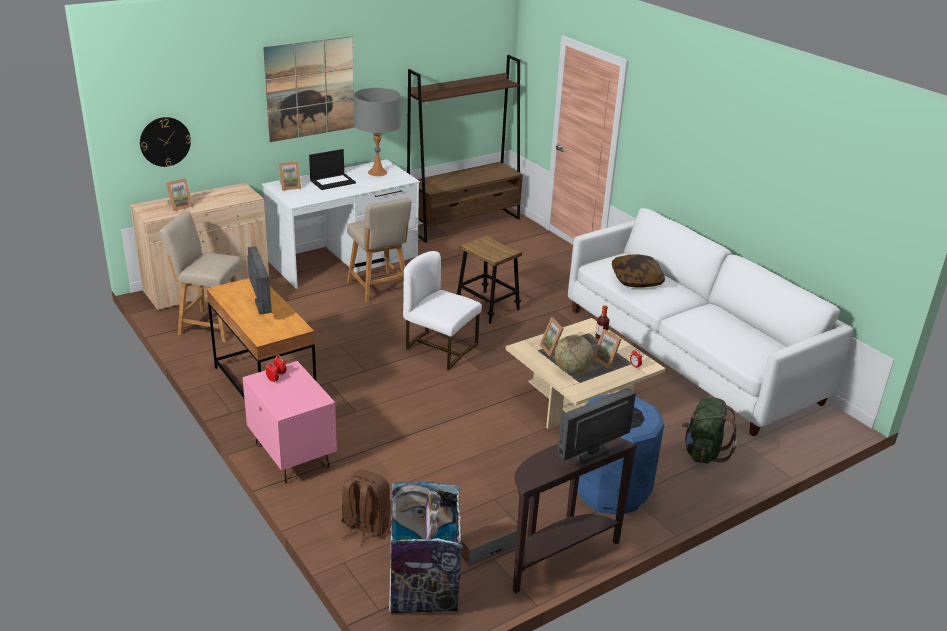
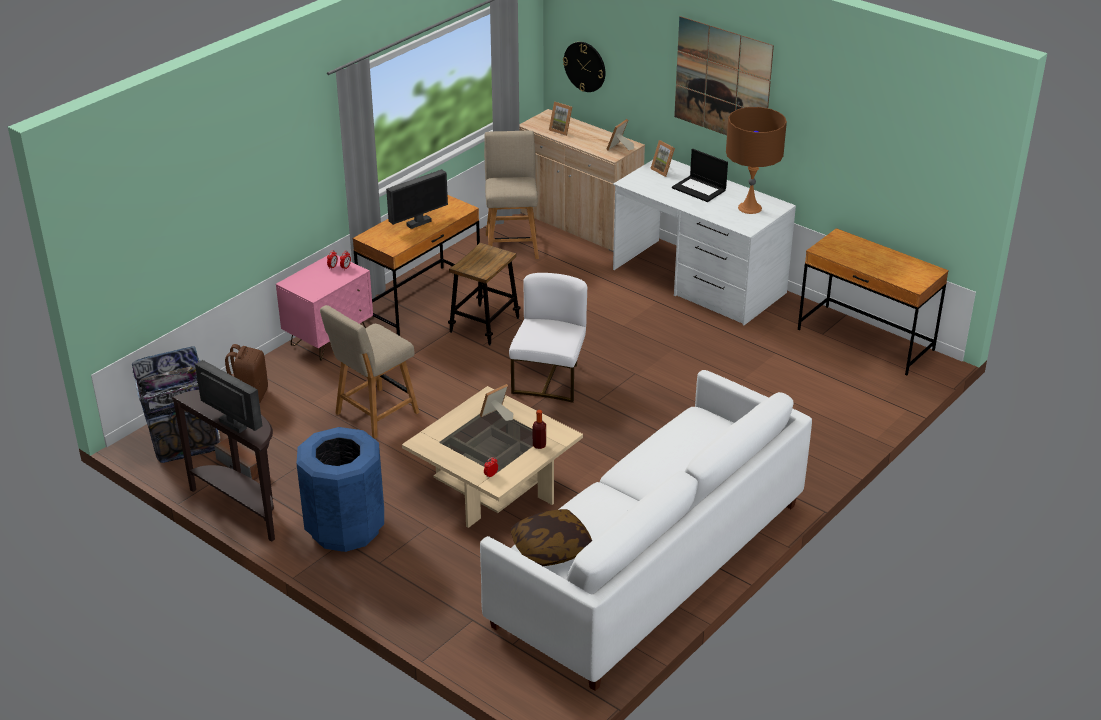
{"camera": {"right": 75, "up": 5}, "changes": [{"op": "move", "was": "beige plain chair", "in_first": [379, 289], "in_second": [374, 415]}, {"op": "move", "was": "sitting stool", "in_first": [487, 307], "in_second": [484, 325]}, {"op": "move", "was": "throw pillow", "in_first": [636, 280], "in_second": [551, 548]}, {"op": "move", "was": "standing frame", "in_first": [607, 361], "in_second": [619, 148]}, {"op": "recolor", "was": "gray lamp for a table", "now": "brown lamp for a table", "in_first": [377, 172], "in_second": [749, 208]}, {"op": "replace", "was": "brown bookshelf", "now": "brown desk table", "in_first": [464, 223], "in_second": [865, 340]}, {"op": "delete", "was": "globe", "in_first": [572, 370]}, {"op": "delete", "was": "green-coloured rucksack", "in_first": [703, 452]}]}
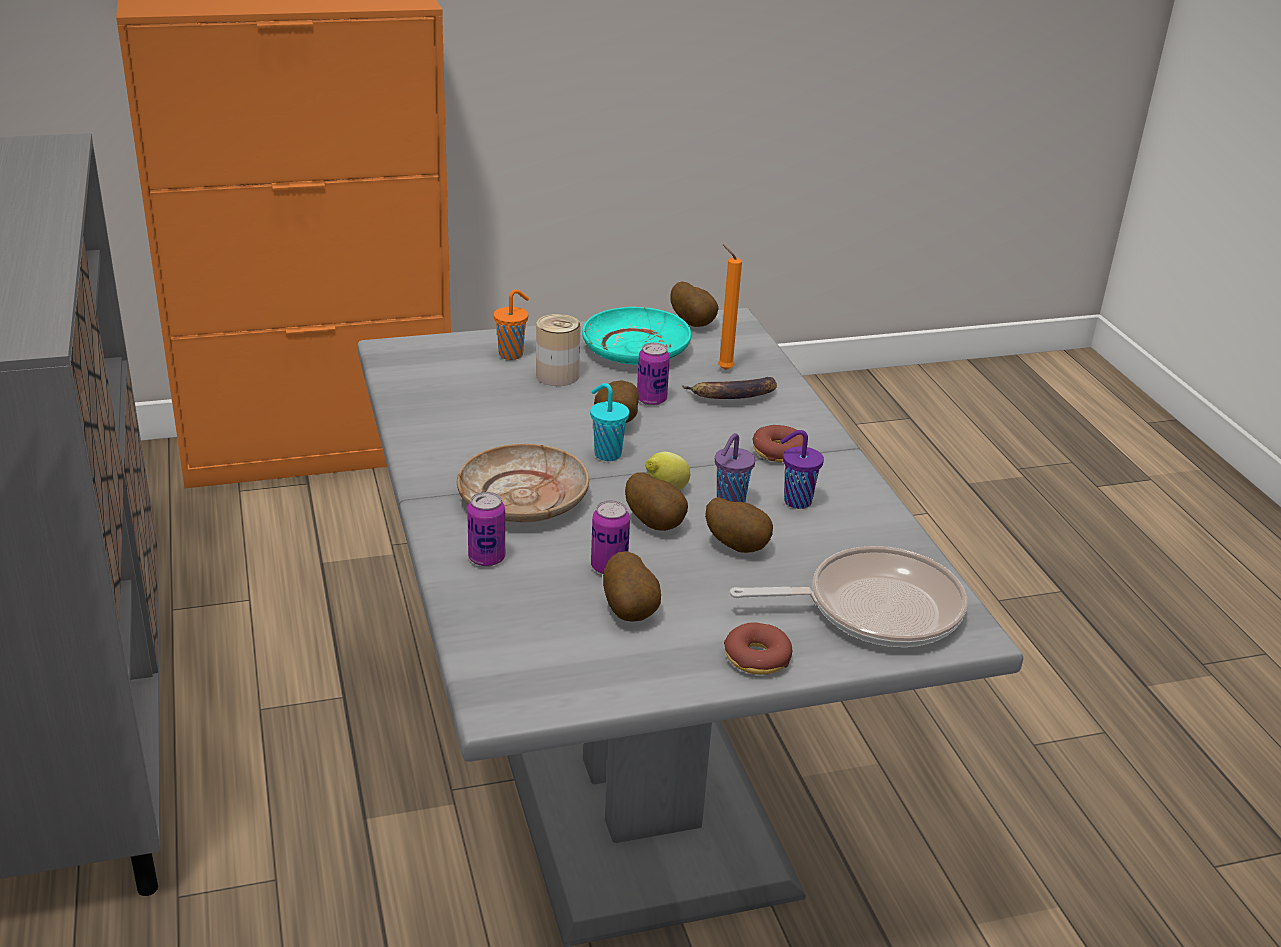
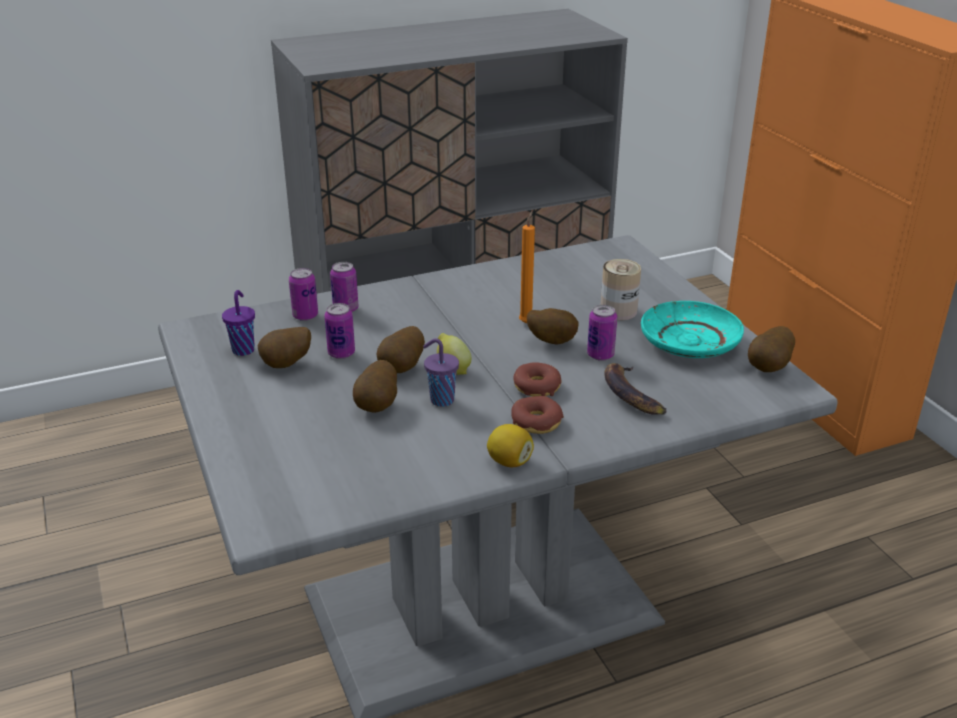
{"camera": {"right": 85, "up": 0}, "changes": [{"op": "move", "was": "purplish cup", "in_first": [795, 501], "in_second": [243, 349]}, {"op": "insert", "now": "sealed can", "in_second": [305, 316]}, {"op": "insert", "now": "whole lemon", "in_second": [509, 461]}, {"op": "move", "was": "doughnut", "in_first": [757, 658], "in_second": [536, 387]}, {"op": "move", "was": "orange wax candle", "in_first": [722, 369], "in_second": [526, 322]}, {"op": "delete", "was": "beige plate", "in_first": [524, 499]}, {"op": "delete", "was": "orange cup", "in_first": [512, 354]}, {"op": "delete", "was": "turquoise-coloured cup", "in_first": [606, 454]}, {"op": "delete", "was": "frying pan", "in_first": [874, 608]}]}
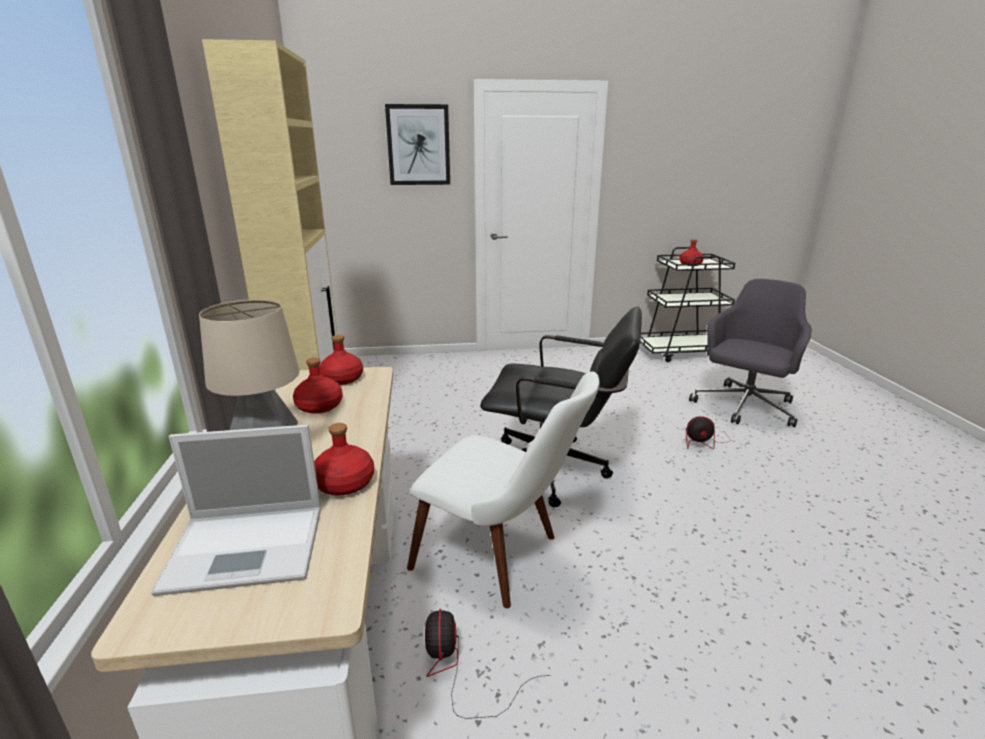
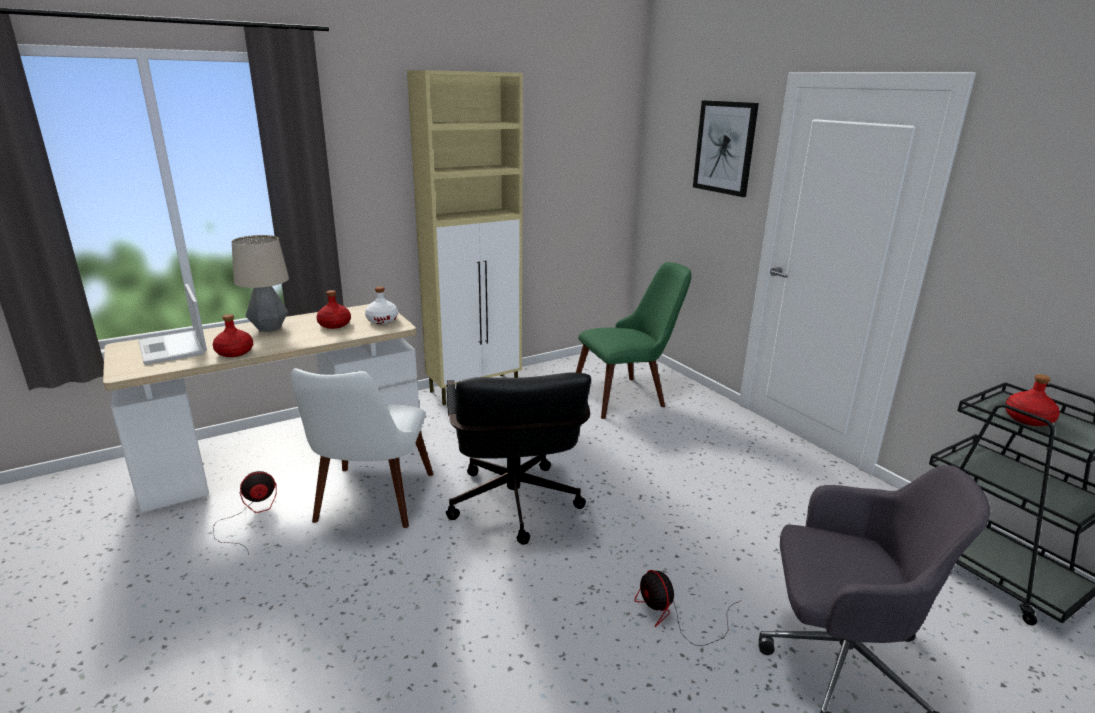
{"camera": {"right": 65, "up": 0}, "changes": [{"op": "recolor", "was": "reddish beverage bottle", "now": "whitish beverage bottle", "in_first": [342, 379], "in_second": [382, 320]}, {"op": "insert", "now": "green-coloured plain chair", "in_second": [628, 395]}]}
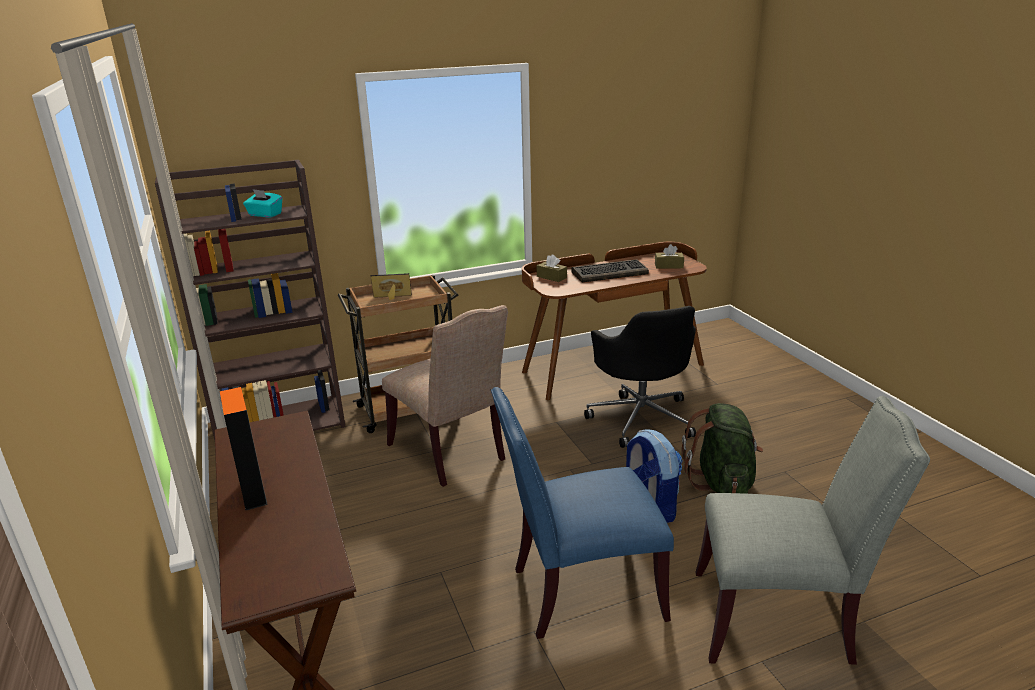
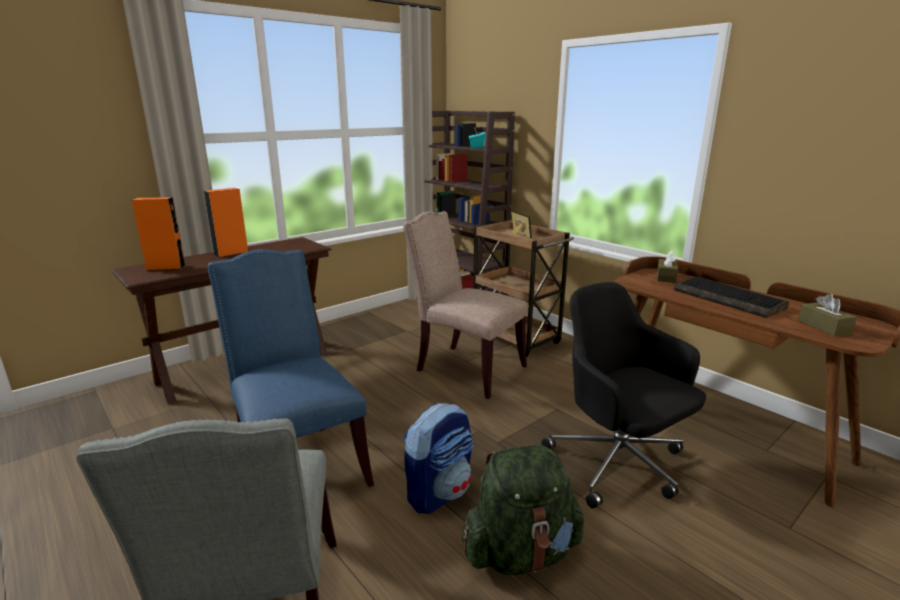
{"camera": {"right": 70, "up": -5}, "changes": [{"op": "insert", "now": "orange loudspeaker", "in_second": [166, 268]}, {"op": "rotate", "was": "beige plain chair", "in_first": [451, 453], "in_second": [466, 368], "clockwise": 90}, {"op": "rotate", "was": "blackish computer chair", "in_first": [641, 418], "in_second": [618, 464], "clockwise": 90}]}
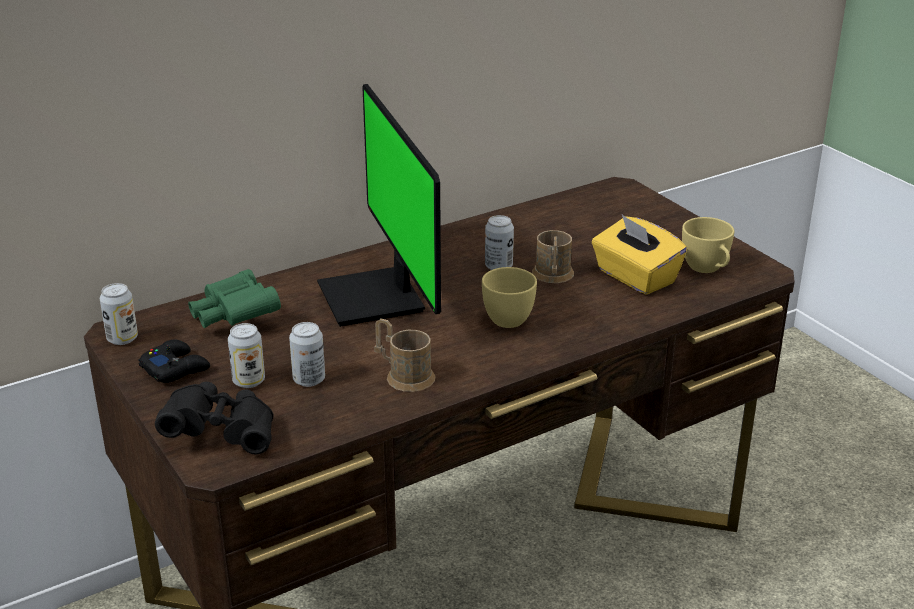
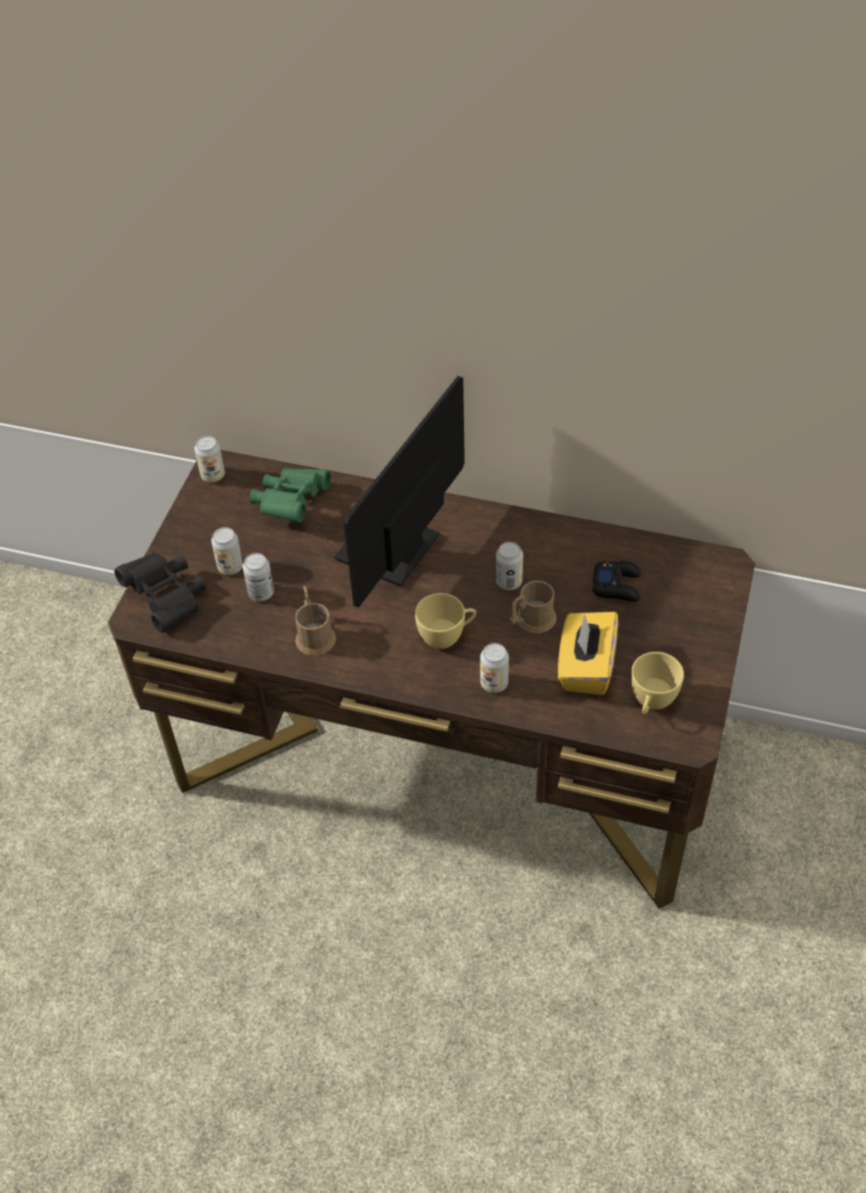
{"camera": {"right": 50, "up": 20}, "changes": [{"op": "insert", "now": "sealed can", "in_second": [494, 683]}, {"op": "move", "was": "blackish gamepad", "in_first": [175, 368], "in_second": [617, 585]}]}
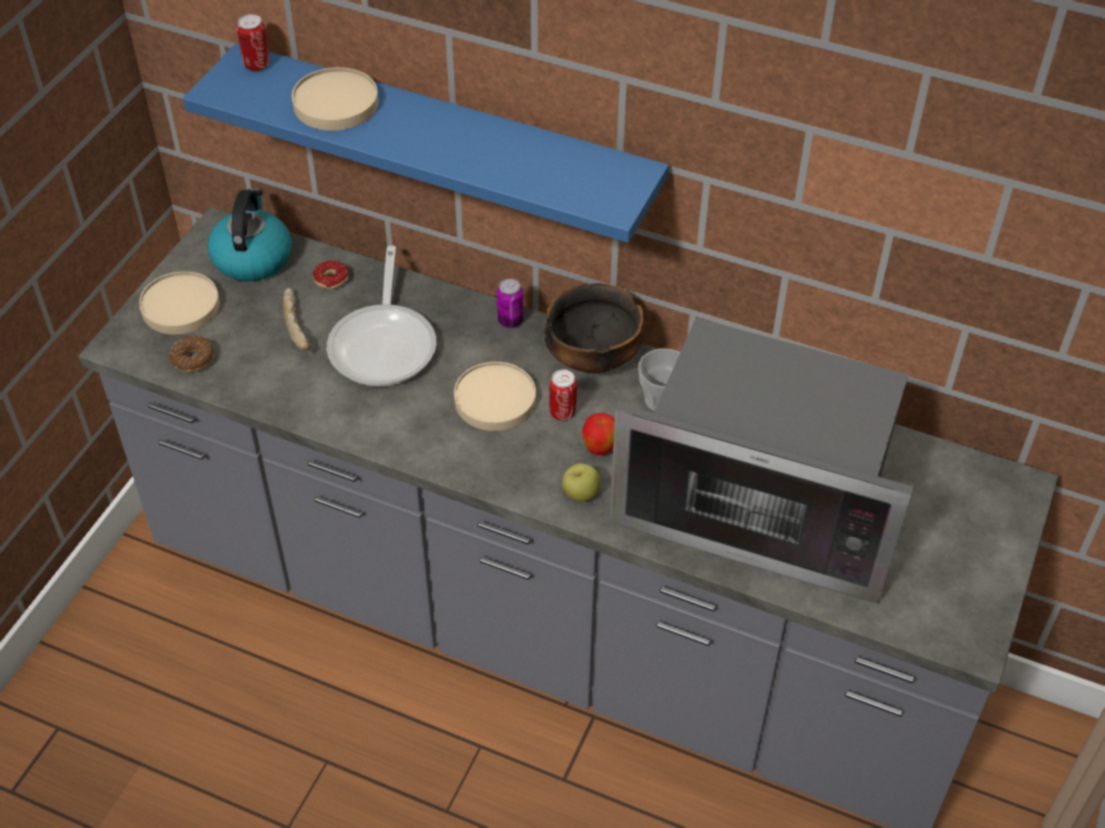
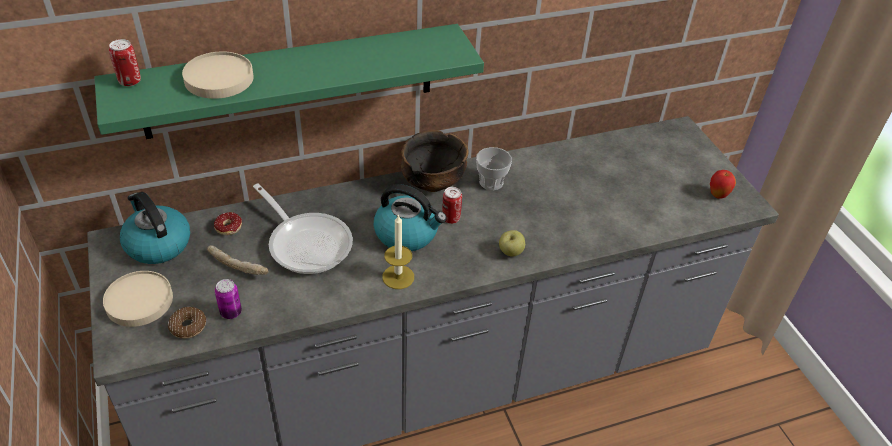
{"camera": {"right": -45, "up": -5}, "changes": [{"op": "recolor", "was": "bluish shelf", "now": "green-coloured shelf", "in_first": [446, 142], "in_second": [290, 81]}, {"op": "move", "was": "sealed can", "in_first": [510, 321], "in_second": [231, 312]}, {"op": "replace", "was": "beige plate", "now": "tea kettle", "in_first": [495, 399], "in_second": [407, 234]}, {"op": "insert", "now": "wax candle", "in_second": [398, 277]}, {"op": "move", "was": "apple", "in_first": [599, 449], "in_second": [718, 195]}, {"op": "delete", "was": "kitchen microwave", "in_first": [761, 508]}]}
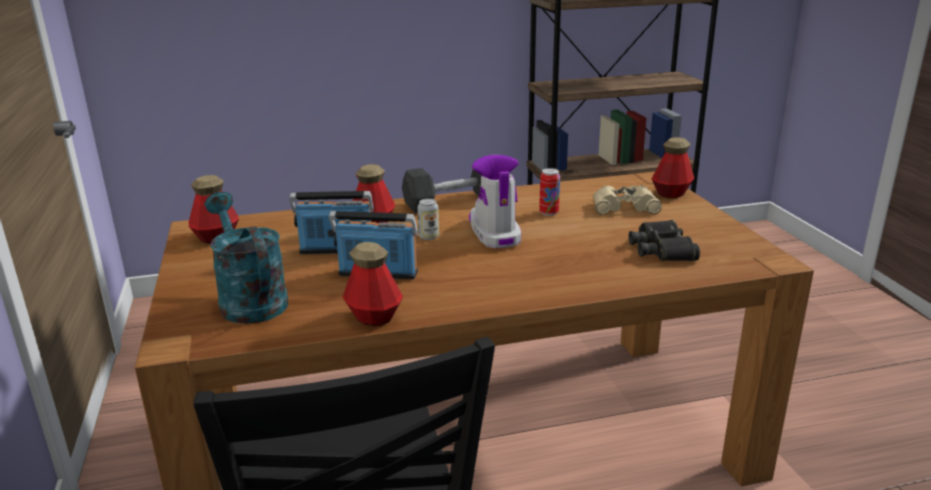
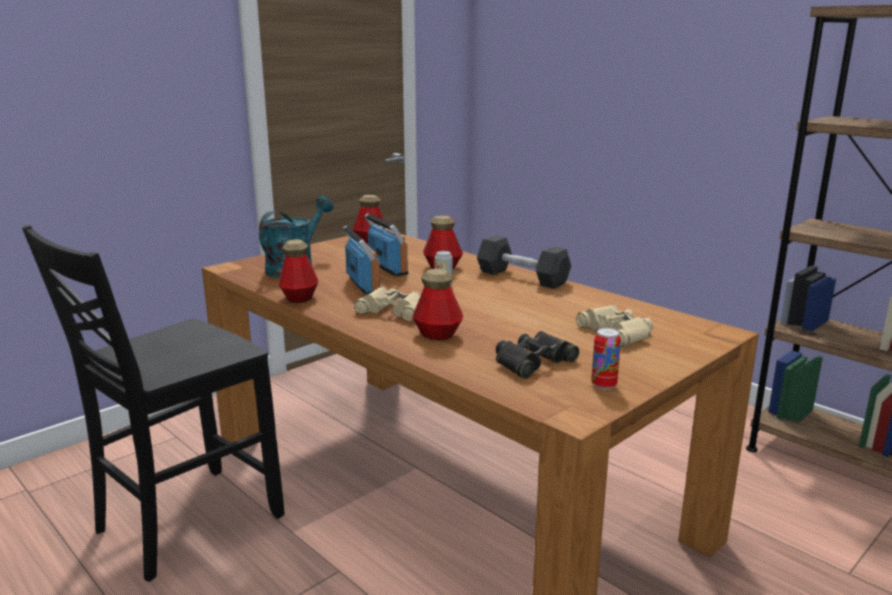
{"camera": {"right": 60, "up": -5}, "changes": [{"op": "insert", "now": "beige pair of binoculars", "in_second": [393, 311]}, {"op": "move", "was": "beverage bottle", "in_first": [671, 193], "in_second": [437, 334]}, {"op": "move", "was": "sealed can", "in_first": [549, 213], "in_second": [603, 385]}, {"op": "delete", "was": "boot", "in_first": [494, 232]}]}
